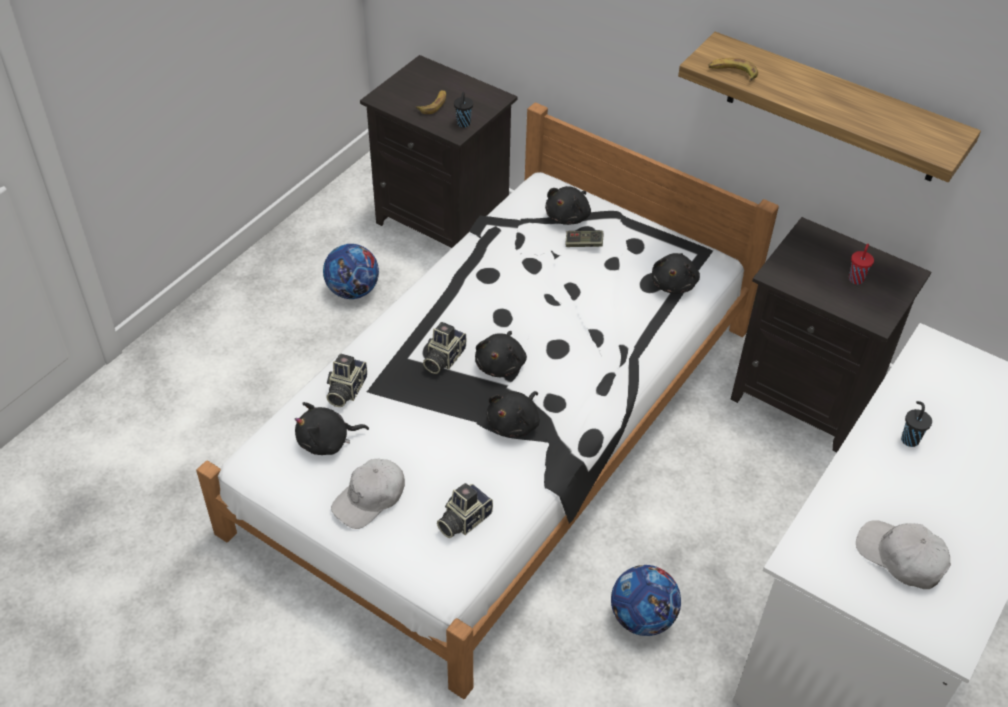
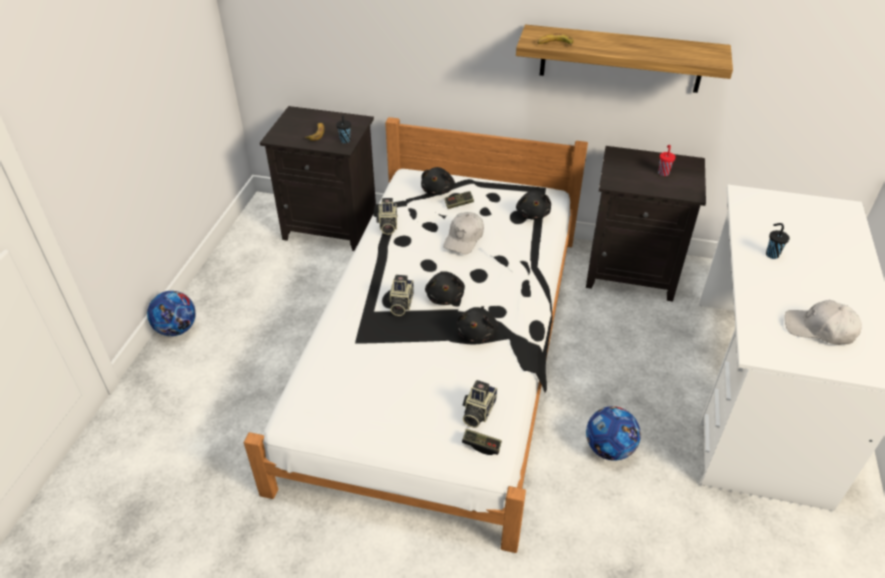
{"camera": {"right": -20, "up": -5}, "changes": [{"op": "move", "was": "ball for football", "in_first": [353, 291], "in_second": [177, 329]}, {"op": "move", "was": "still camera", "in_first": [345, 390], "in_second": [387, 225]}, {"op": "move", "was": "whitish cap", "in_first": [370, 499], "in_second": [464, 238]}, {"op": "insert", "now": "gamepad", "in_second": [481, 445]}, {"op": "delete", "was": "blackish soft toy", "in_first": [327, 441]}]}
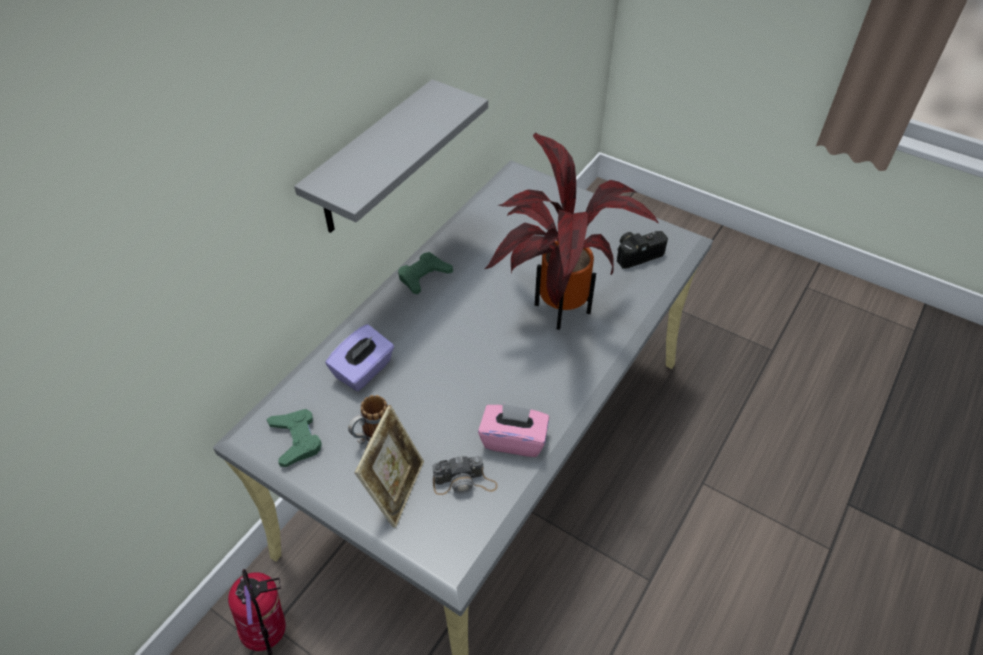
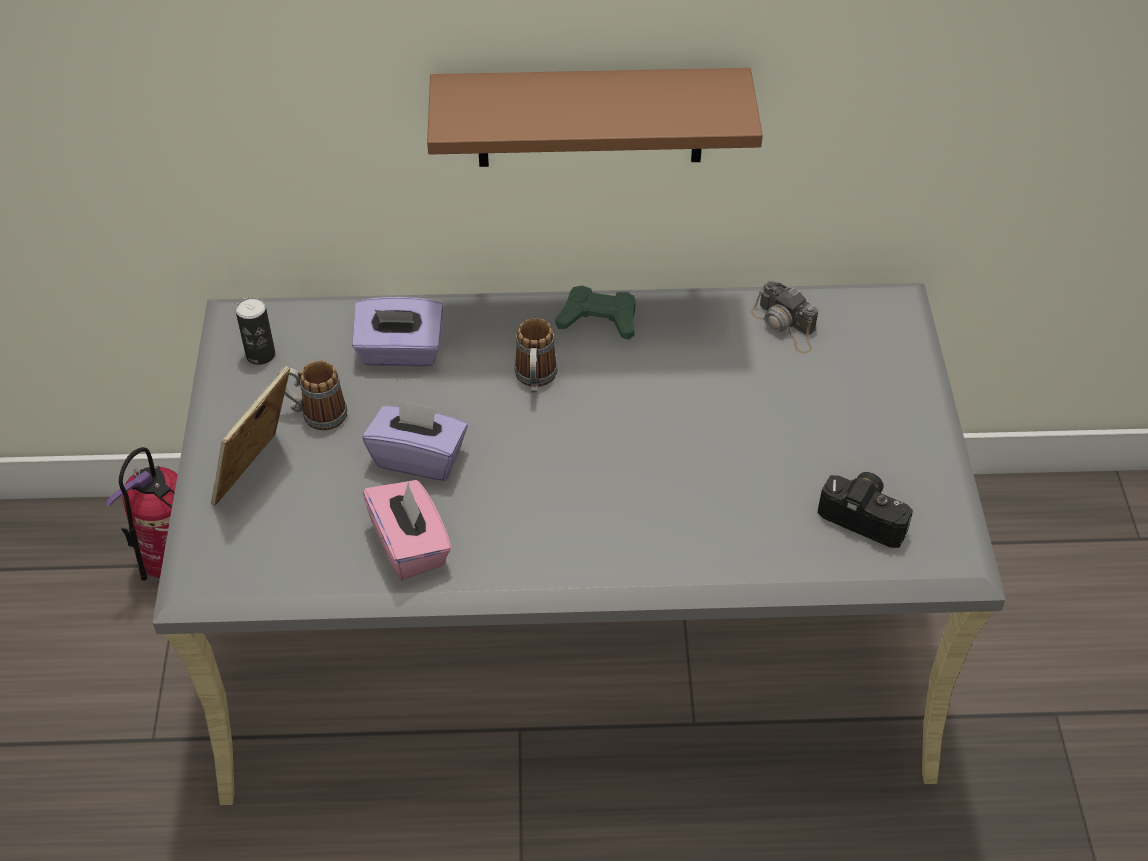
{"camera": {"right": 55, "up": 0}, "changes": [{"op": "rotate", "was": "standing frame", "in_first": [396, 489], "in_second": [259, 476], "clockwise": 135}, {"op": "replace", "was": "green-coloured gamepad", "now": "sealed can", "in_first": [296, 439], "in_second": [260, 355]}, {"op": "insert", "now": "purplish tissue box", "in_second": [419, 458]}, {"op": "recolor", "was": "gray shelf", "now": "brown shelf", "in_first": [372, 160], "in_second": [590, 117]}, {"op": "insert", "now": "mug", "in_second": [535, 380]}, {"op": "move", "was": "still camera", "in_first": [464, 482], "in_second": [785, 326]}, {"op": "delete", "was": "plant in a pot", "in_first": [555, 309]}]}
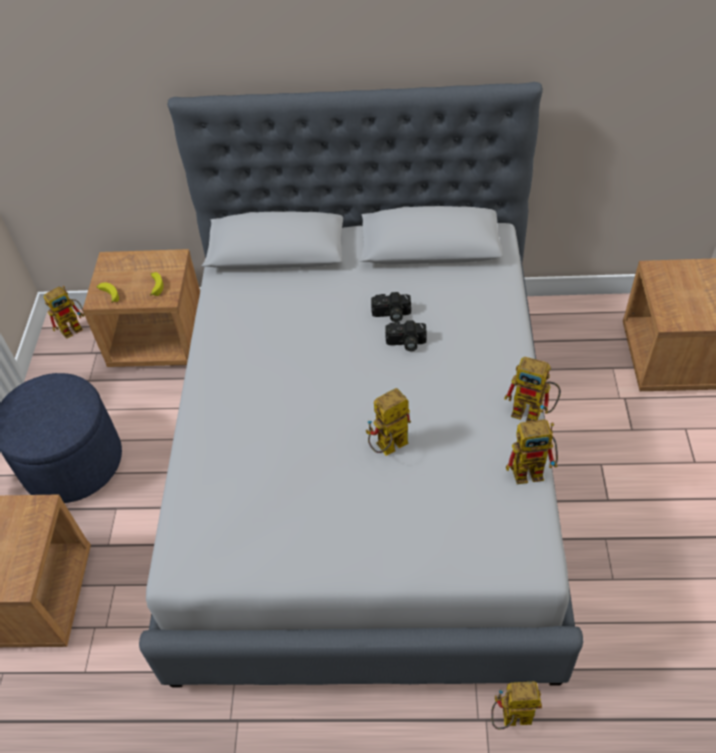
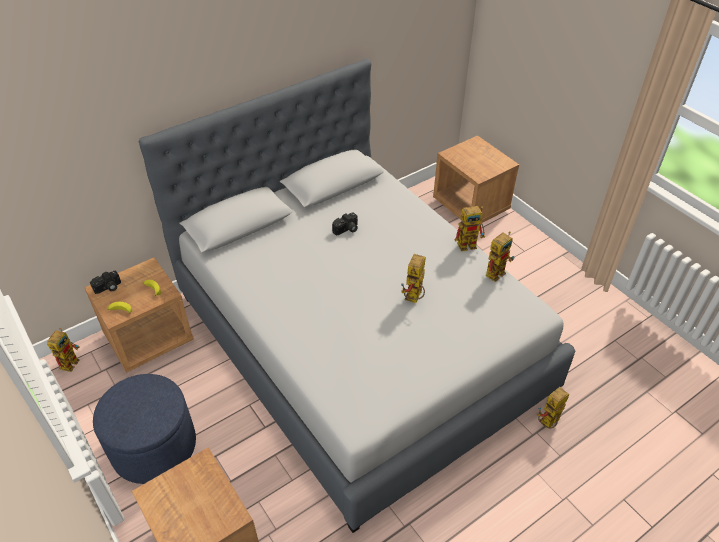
{"camera": {"right": -40, "up": -5}, "changes": [{"op": "move", "was": "still camera", "in_first": [406, 343], "in_second": [108, 288]}]}
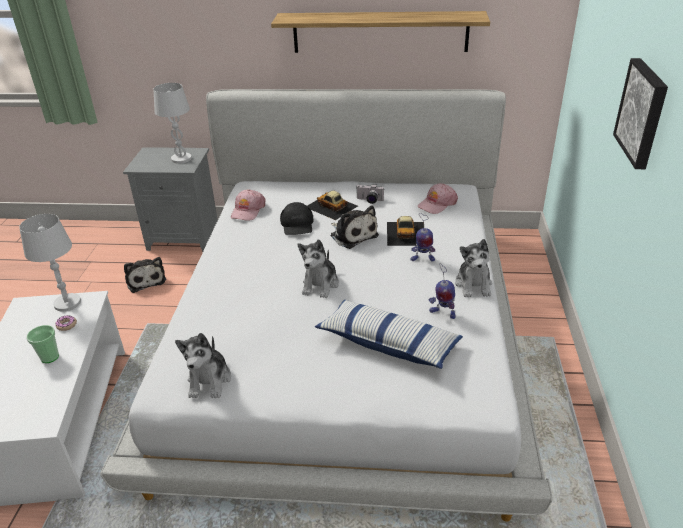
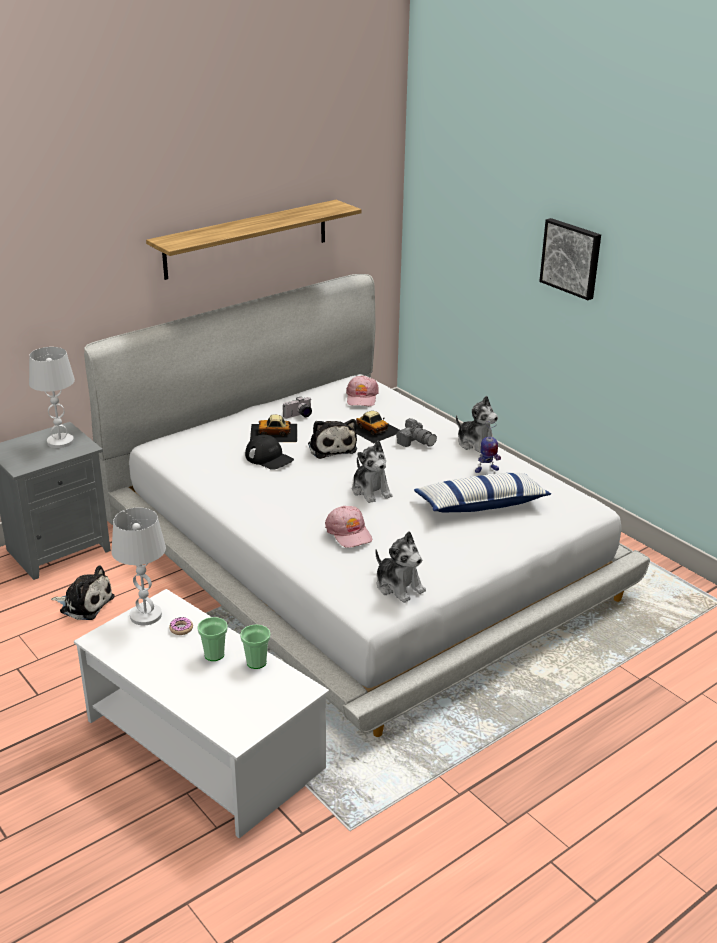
{"camera": {"right": -45, "up": -5}, "changes": [{"op": "insert", "now": "cup", "in_second": [256, 662]}, {"op": "rotate", "was": "soft toy", "in_first": [352, 235], "in_second": [331, 447], "clockwise": 60}, {"op": "move", "was": "pink cap", "in_first": [248, 210], "in_second": [349, 533]}, {"op": "replace", "was": "robot figure", "now": "still camera", "in_first": [422, 259], "in_second": [416, 441]}]}
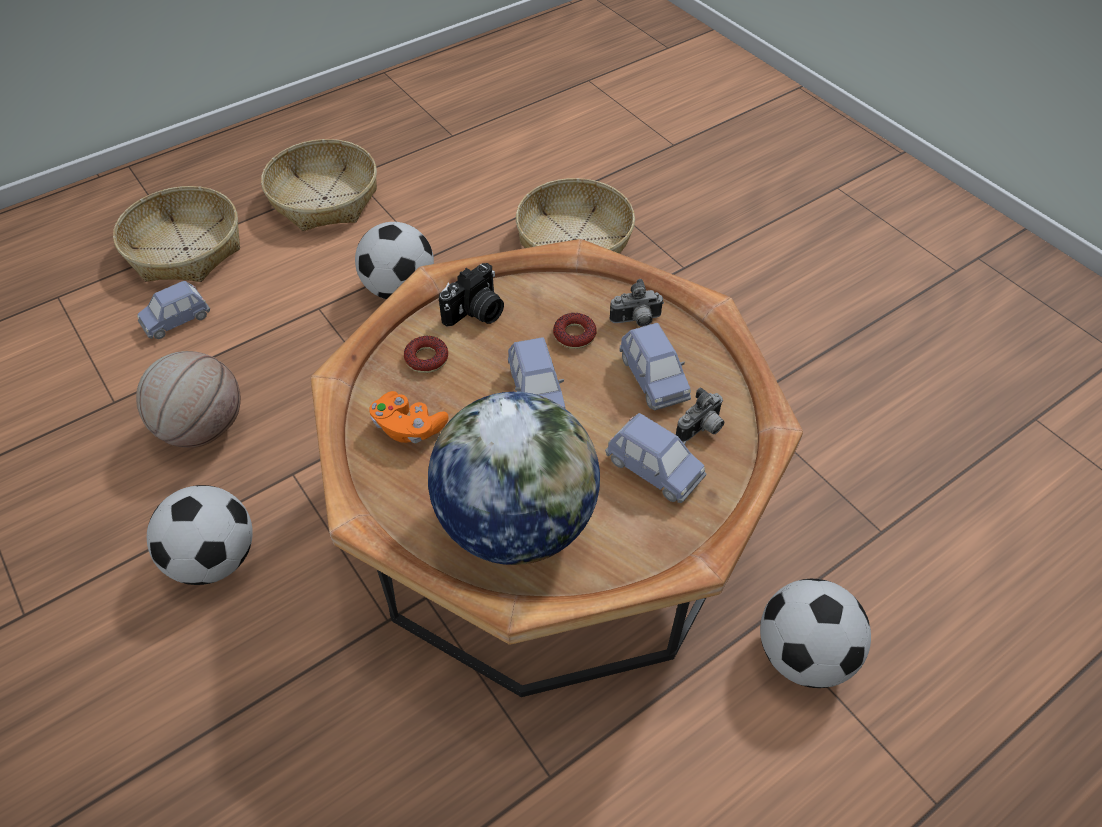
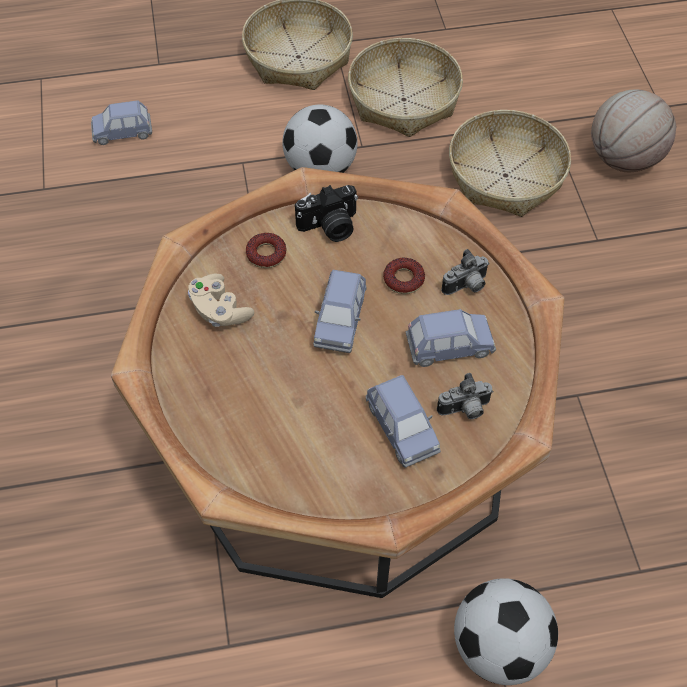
{"camera": {"right": 25, "up": 5}, "changes": [{"op": "recolor", "was": "orange gamepad", "now": "beige gamepad", "in_first": [408, 428], "in_second": [220, 310]}, {"op": "move", "was": "household basket", "in_first": [185, 249], "in_second": [403, 99]}, {"op": "rotate", "was": "bluish model car", "in_first": [653, 379], "in_second": [449, 347], "clockwise": -105}, {"op": "rotate", "was": "still camera", "in_first": [636, 321], "in_second": [466, 287], "clockwise": -45}, {"op": "move", "was": "basketball ball", "in_first": [203, 428], "in_second": [622, 159]}, {"op": "delete", "was": "ball for football", "in_first": [215, 558]}, {"op": "delete", "was": "globe", "in_first": [516, 522]}]}
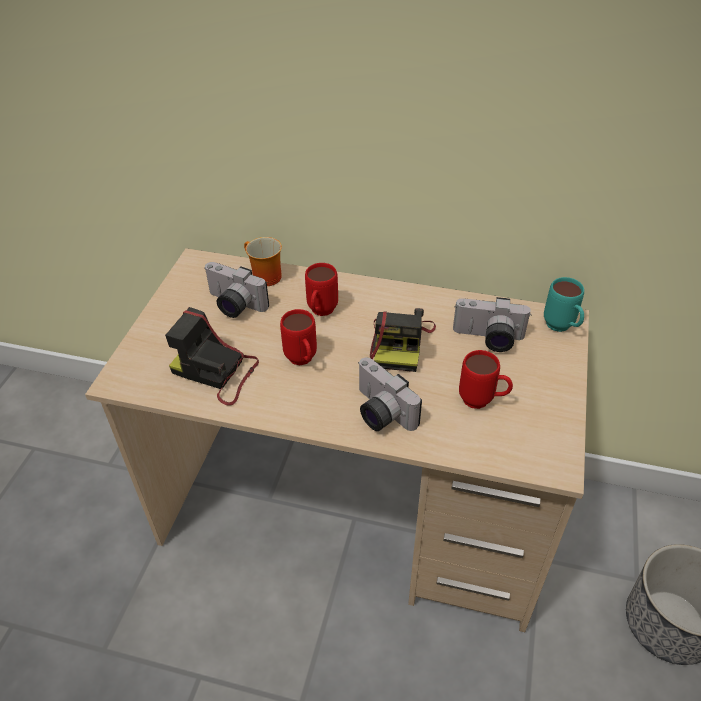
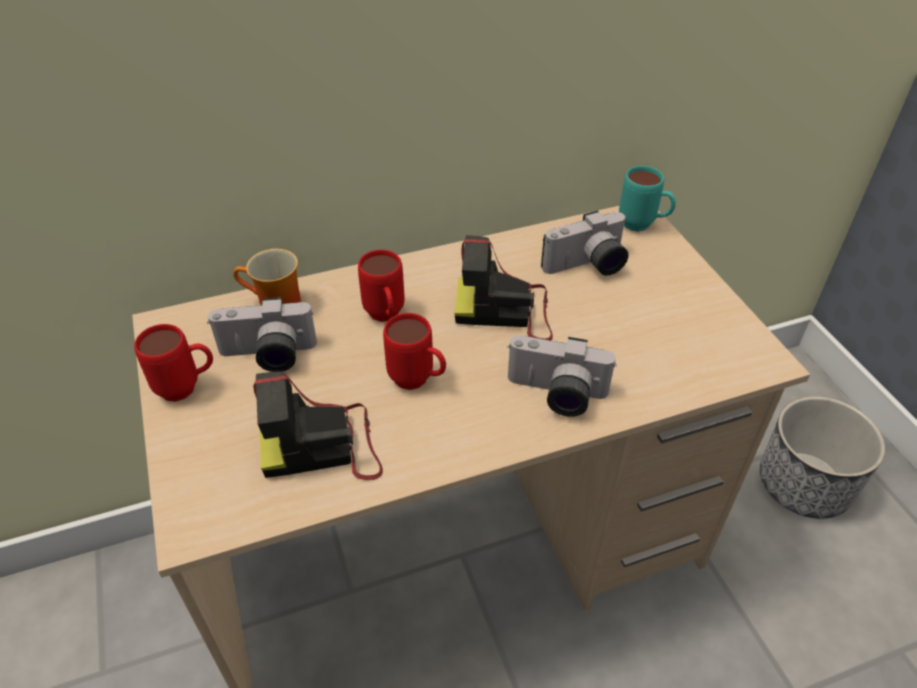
{"camera": {"right": -35, "up": 0}, "changes": [{"op": "move", "was": "reddish mug", "in_first": [482, 402], "in_second": [187, 388]}, {"op": "rotate", "was": "still camera", "in_first": [400, 343], "in_second": [506, 311], "clockwise": 120}]}
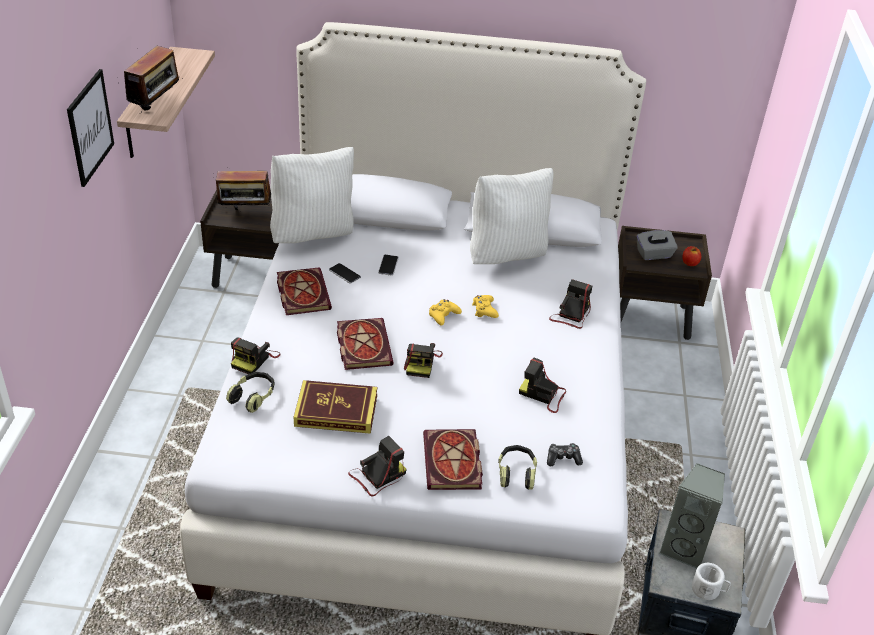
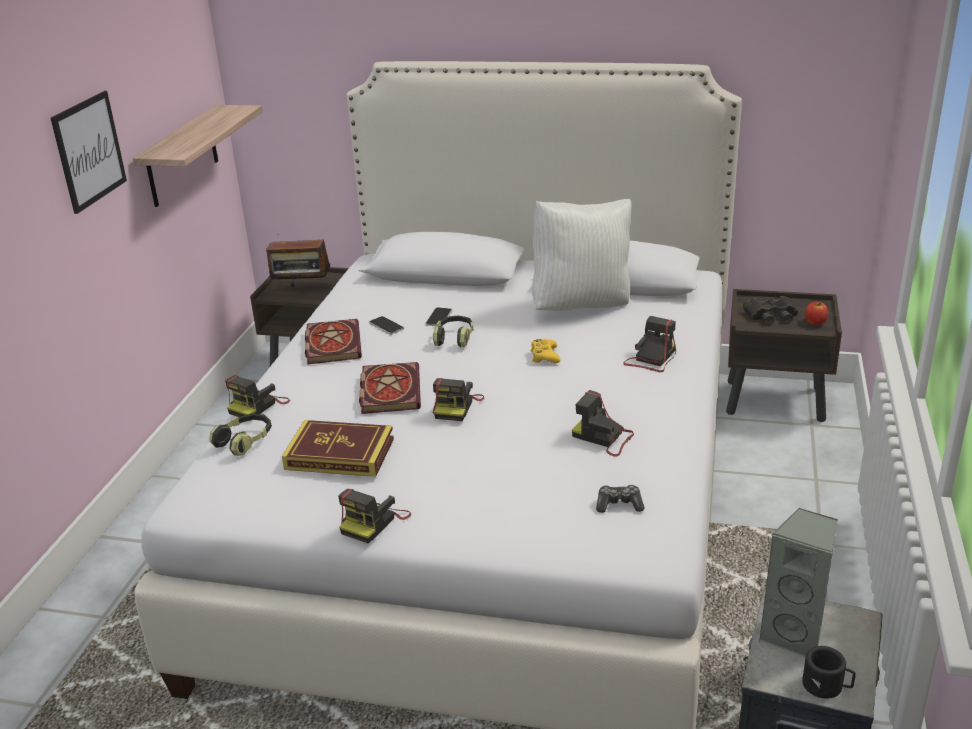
{"camera": {"right": 10, "up": -10}, "changes": [{"op": "rotate", "was": "still camera", "in_first": [377, 476], "in_second": [374, 522], "clockwise": 150}, {"op": "move", "was": "headphones", "in_first": [516, 473], "in_second": [454, 338]}, {"op": "replace", "was": "gray tissue box", "now": "blackish pair of binoculars", "in_first": [654, 254], "in_second": [771, 315]}, {"op": "recolor", "was": "whitish mug", "now": "blackish mug", "in_first": [708, 590], "in_second": [827, 686]}, {"op": "delete", "was": "radio receiver", "in_first": [157, 107]}, {"op": "delete", "was": "whitish throw pillow", "in_first": [313, 234]}, {"op": "delete", "was": "volume", "in_first": [454, 463]}, {"op": "delete", "was": "yellow gamepad", "in_first": [443, 315]}]}
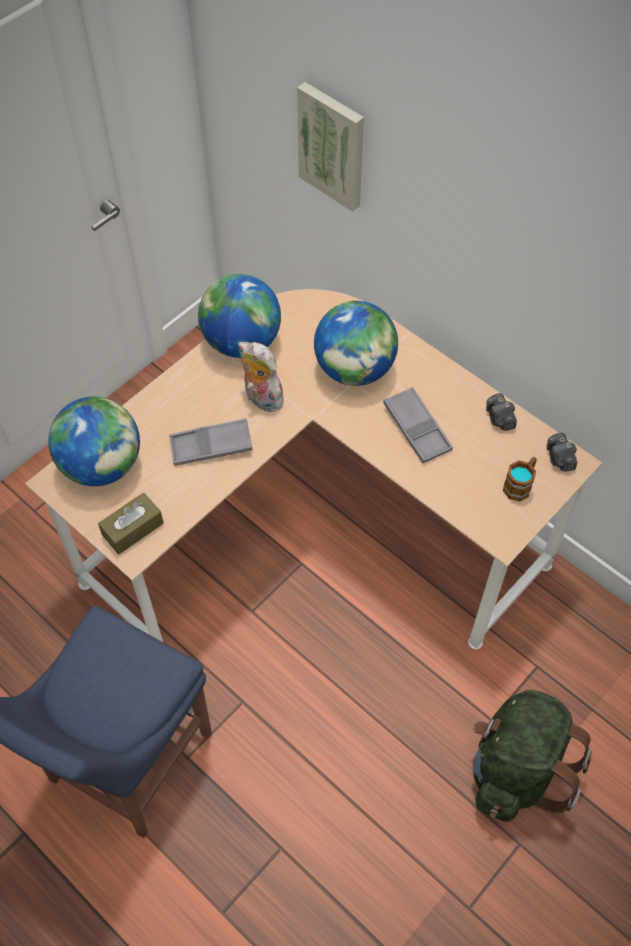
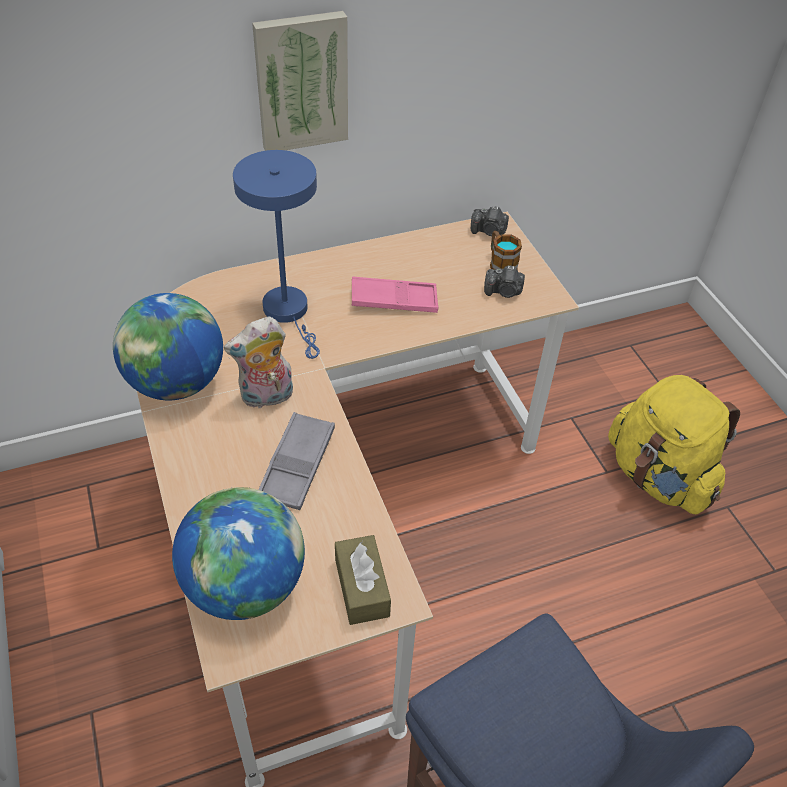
{"camera": {"right": -65, "up": -10}, "changes": [{"op": "replace", "was": "globe", "now": "bluish lamp for a table", "in_first": [354, 369], "in_second": [289, 313]}, {"op": "move", "was": "wall art", "in_first": [333, 145], "in_second": [301, 81]}, {"op": "recolor", "was": "gray carrying tray", "now": "pink carrying tray", "in_first": [417, 429], "in_second": [394, 300]}, {"op": "move", "was": "still camera", "in_first": [499, 419], "in_second": [503, 292]}, {"op": "recolor", "was": "green-coloured rucksack", "now": "yellow rucksack", "in_first": [516, 769], "in_second": [659, 477]}]}
